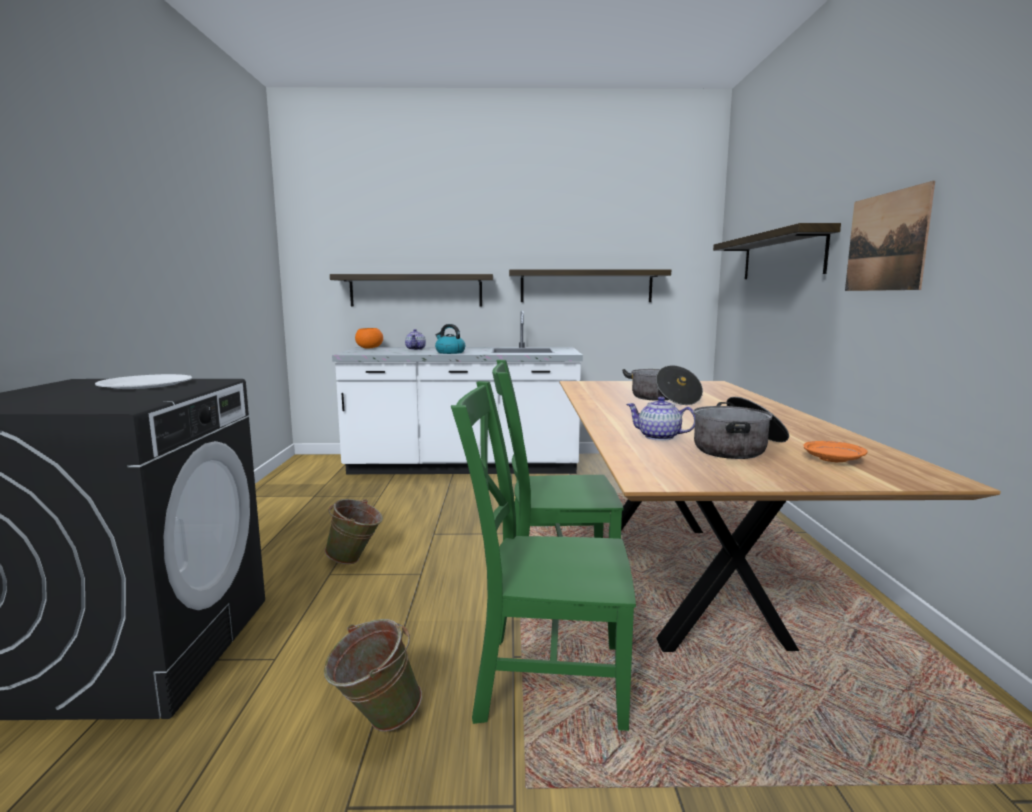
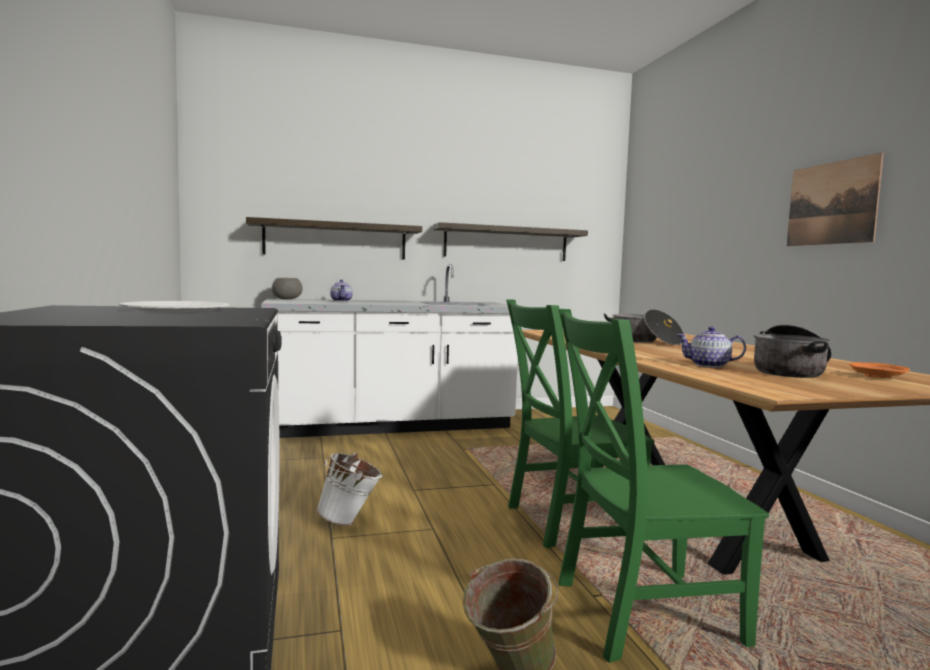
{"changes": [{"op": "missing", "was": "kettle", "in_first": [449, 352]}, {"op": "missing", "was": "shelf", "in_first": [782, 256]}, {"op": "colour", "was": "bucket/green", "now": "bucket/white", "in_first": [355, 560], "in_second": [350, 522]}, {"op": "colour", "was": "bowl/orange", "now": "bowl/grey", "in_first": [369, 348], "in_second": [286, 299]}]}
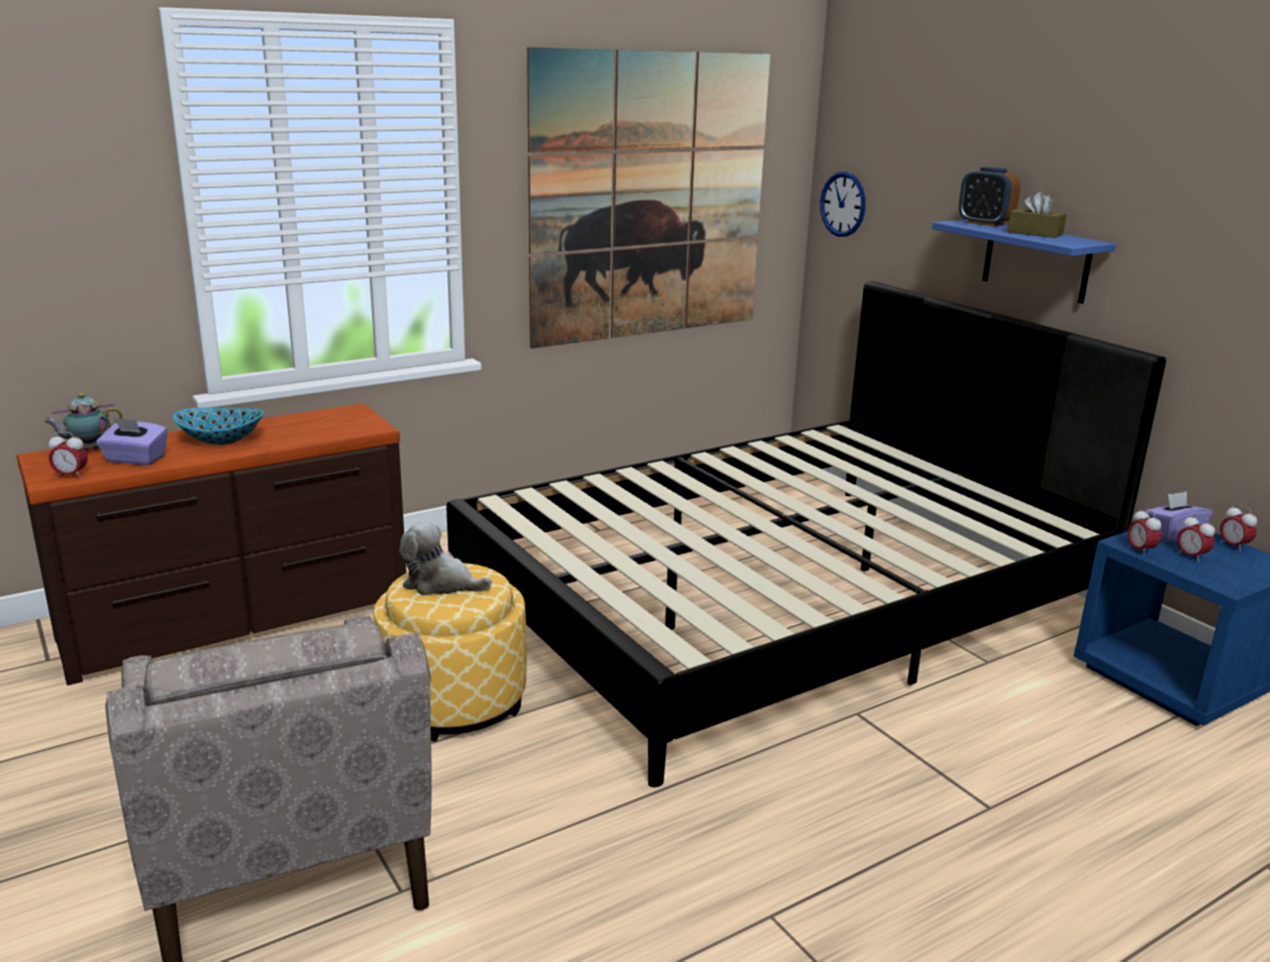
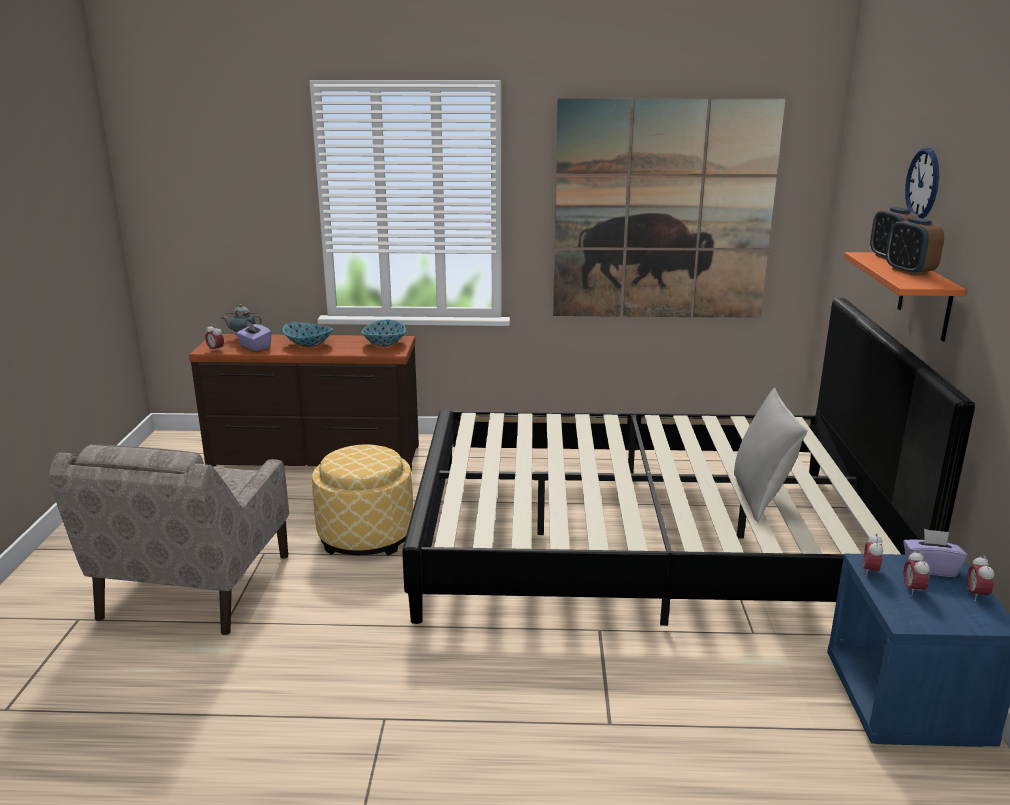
{"changes": [{"op": "missing", "was": "plush toy", "in_first": [440, 584]}, {"op": "appeared", "now": "bowl", "in_second": [385, 343]}, {"op": "appeared", "now": "pillow/grey", "in_second": [760, 497]}, {"op": "relocated", "was": "wall clock", "in_first": [843, 204], "in_second": [923, 183]}, {"op": "exchanged", "was": "tissue box/brown", "now": "alarm clock", "in_first": [1035, 233], "in_second": [909, 271]}, {"op": "colour", "was": "shelf/blue", "now": "shelf/orange", "in_first": [1036, 261], "in_second": [925, 297]}]}
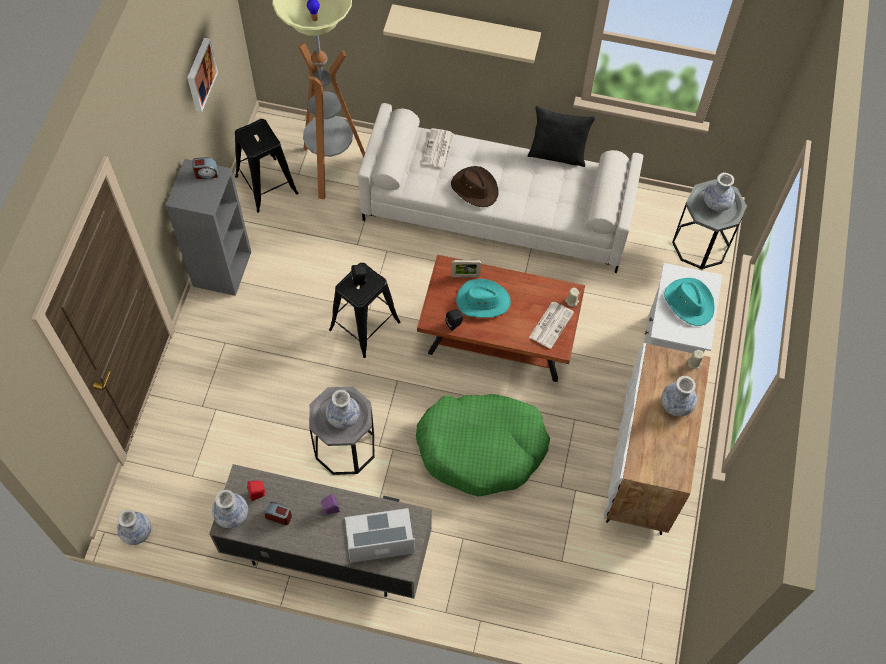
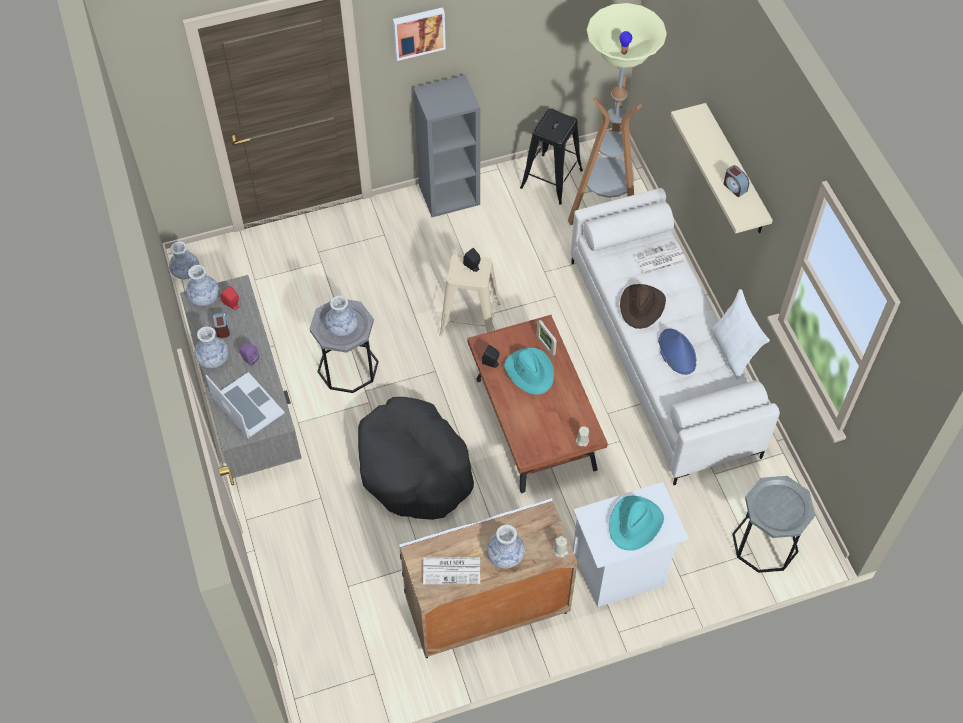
{"changes": [{"op": "appeared", "now": "hat/blue", "in_second": [676, 352]}, {"op": "relocated", "was": "picture", "in_first": [200, 74], "in_second": [418, 32]}, {"op": "relocated", "was": "alarm clock", "in_first": [206, 173], "in_second": [734, 187]}, {"op": "relocated", "was": "newspaper", "in_first": [551, 324], "in_second": [452, 570]}, {"op": "relocated", "was": "vase", "in_first": [716, 203], "in_second": [213, 359]}, {"op": "colour", "was": "stool/black", "now": "stool/beige", "in_first": [364, 326], "in_second": [469, 319]}, {"op": "colour", "was": "dog bed/green", "now": "dog bed/black", "in_first": [481, 448], "in_second": [415, 468]}, {"op": "colour", "was": "pillow/black", "now": "pillow/white", "in_first": [557, 154], "in_second": [733, 351]}]}
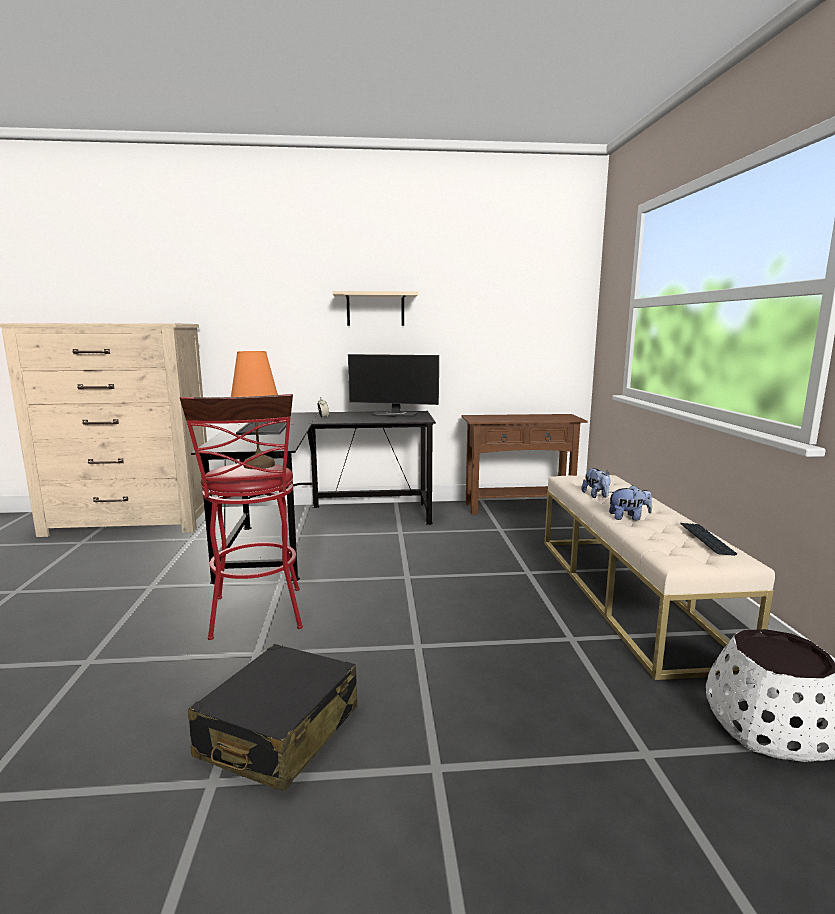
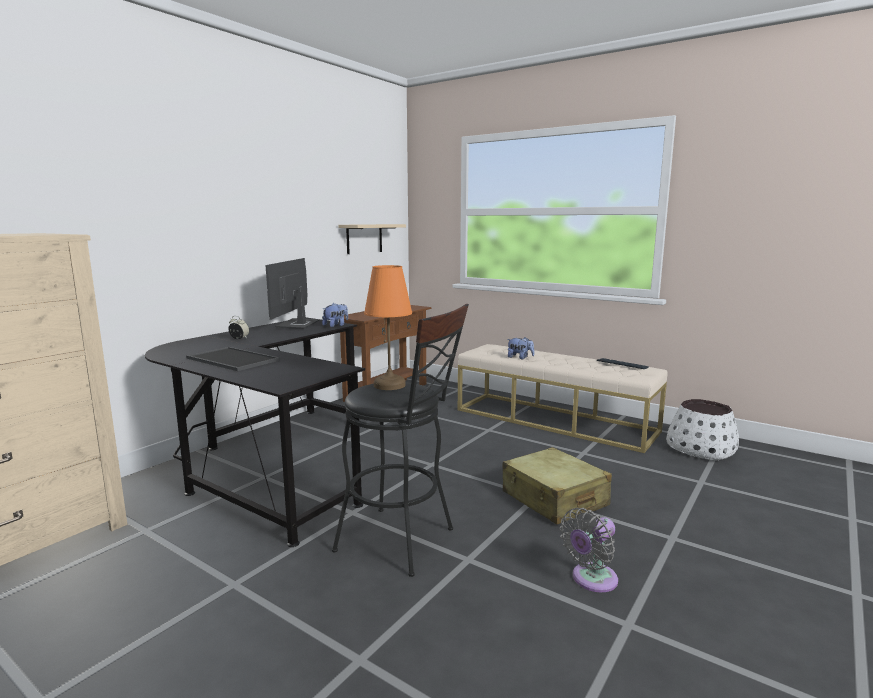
{"changes": [{"op": "appeared", "now": "suitcase/beige", "in_second": [554, 499]}, {"op": "relocated", "was": "shelf/beige", "in_first": [375, 309], "in_second": [364, 238]}, {"op": "relocated", "was": "plush toy", "in_first": [628, 518], "in_second": [336, 325]}, {"op": "exchanged", "was": "suitcase/black", "now": "fan/grey", "in_first": [279, 732], "in_second": [591, 580]}, {"op": "colour", "was": "stool/red", "now": "stool/black", "in_first": [257, 617], "in_second": [404, 542]}, {"op": "spun", "was": "monitor", "in_first": [396, 415], "in_second": [298, 324], "clockwise": 135}]}
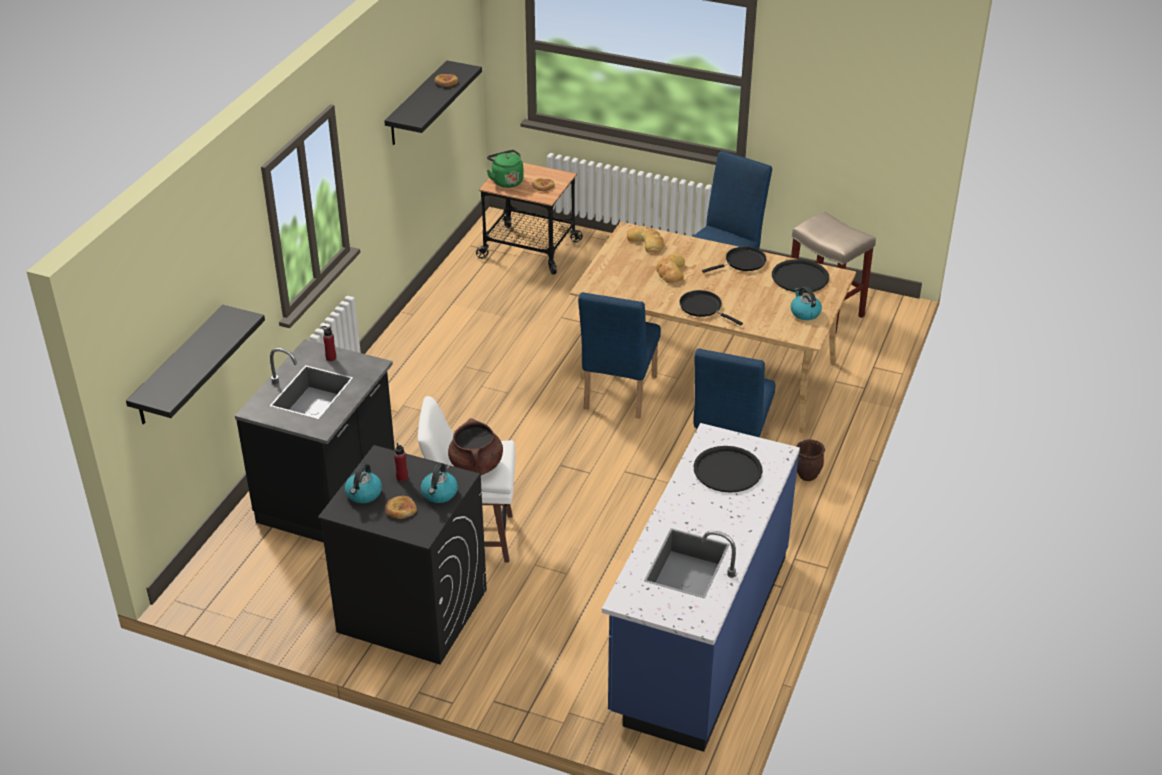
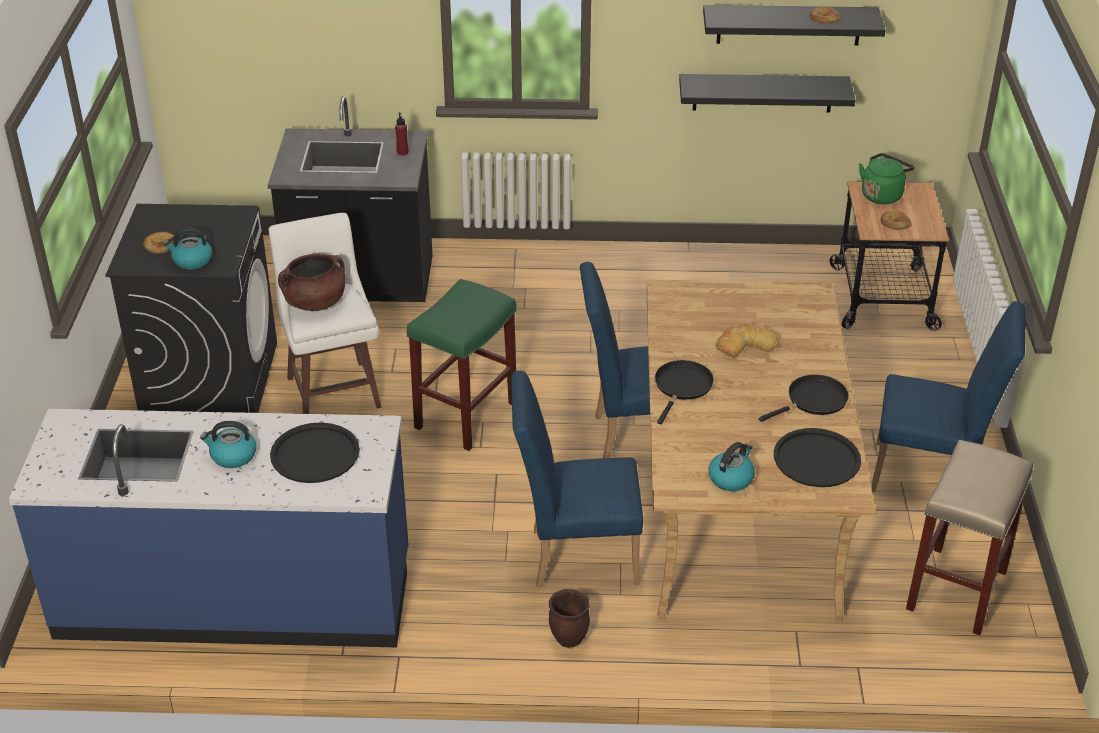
{"changes": [{"op": "missing", "was": "bottle/red", "in_first": [402, 477]}, {"op": "missing", "was": "bread", "in_first": [646, 242]}, {"op": "appeared", "now": "stool/green", "in_second": [466, 414]}, {"op": "relocated", "was": "shelf/black", "in_first": [179, 366], "in_second": [762, 93]}, {"op": "relocated", "was": "kettle", "in_first": [363, 494], "in_second": [232, 456]}, {"op": "spun", "was": "frying pan/black", "in_first": [742, 262], "in_second": [813, 400], "clockwise": -75}]}
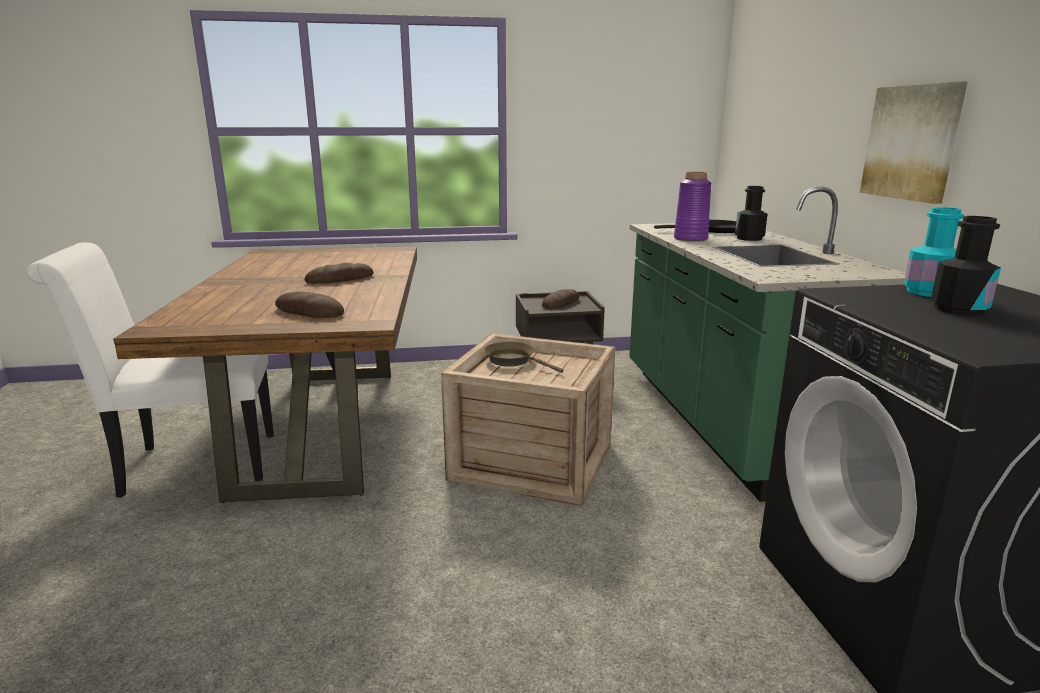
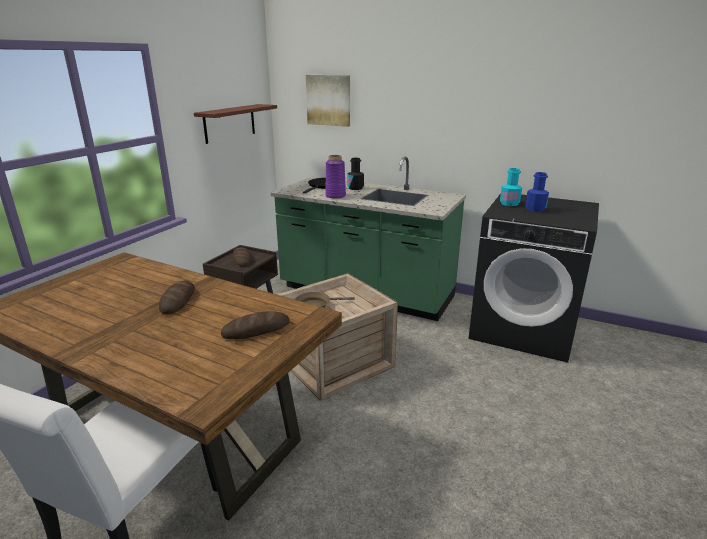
{"changes": [{"op": "appeared", "now": "shelf/brown", "in_second": [230, 123]}, {"op": "relocated", "was": "picture", "in_first": [912, 142], "in_second": [328, 100]}, {"op": "colour", "was": "bottle/black", "now": "bottle/blue", "in_first": [958, 309], "in_second": [535, 209]}]}
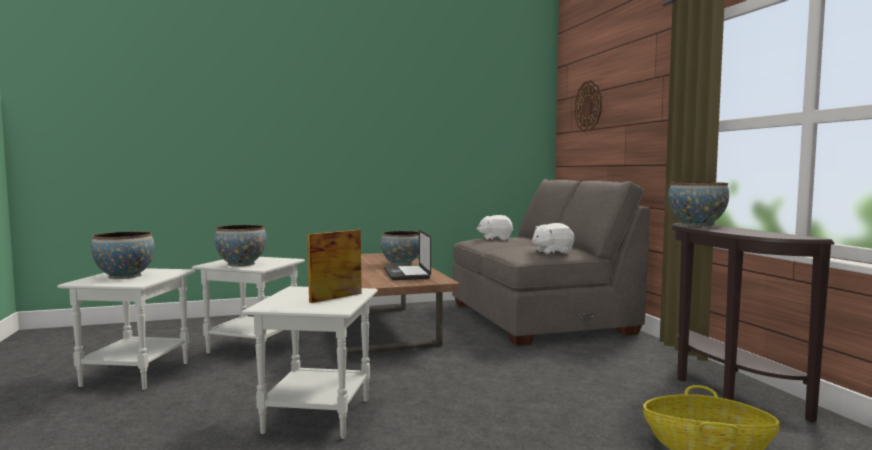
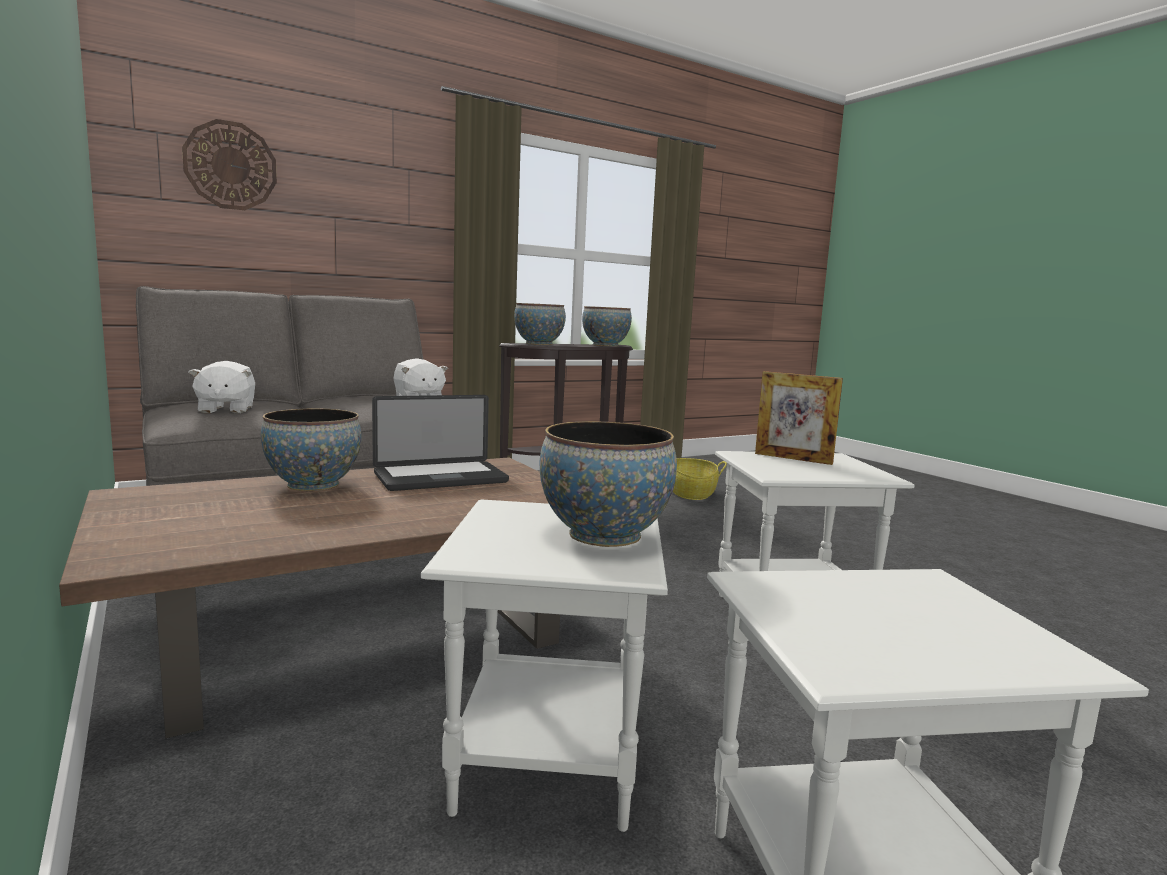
{"changes": [{"op": "relocated", "was": "bowl", "in_first": [125, 276], "in_second": [605, 345]}]}
